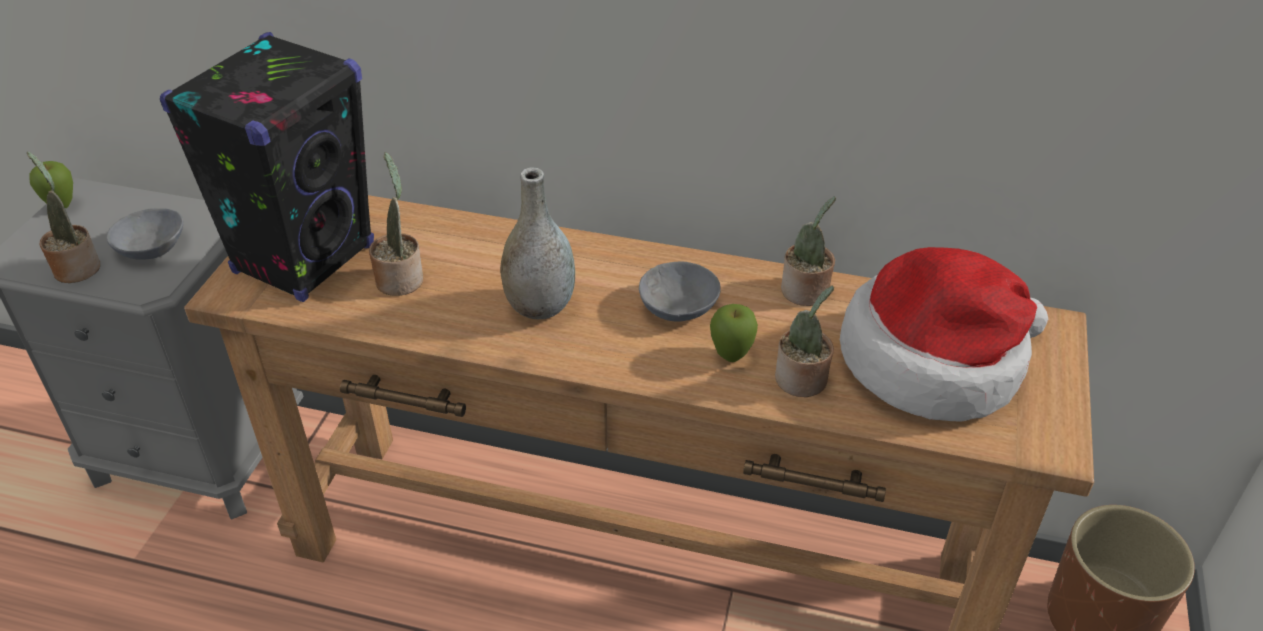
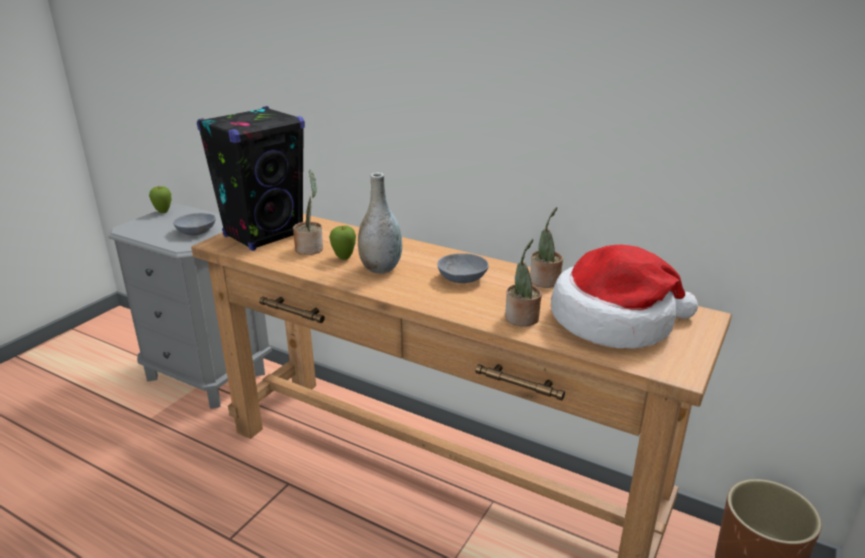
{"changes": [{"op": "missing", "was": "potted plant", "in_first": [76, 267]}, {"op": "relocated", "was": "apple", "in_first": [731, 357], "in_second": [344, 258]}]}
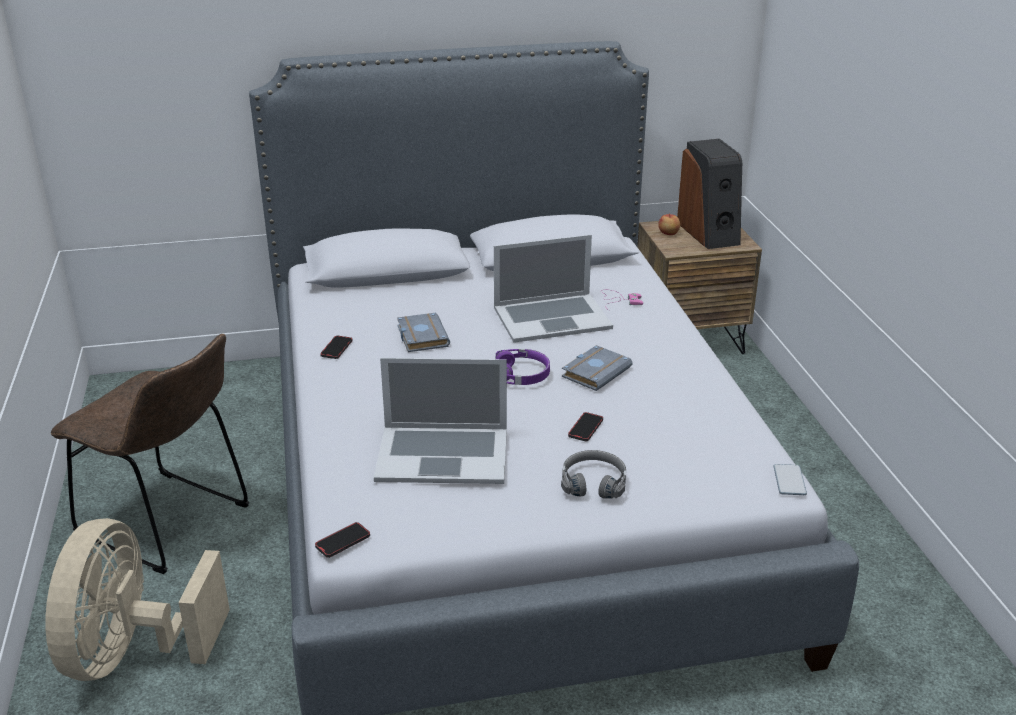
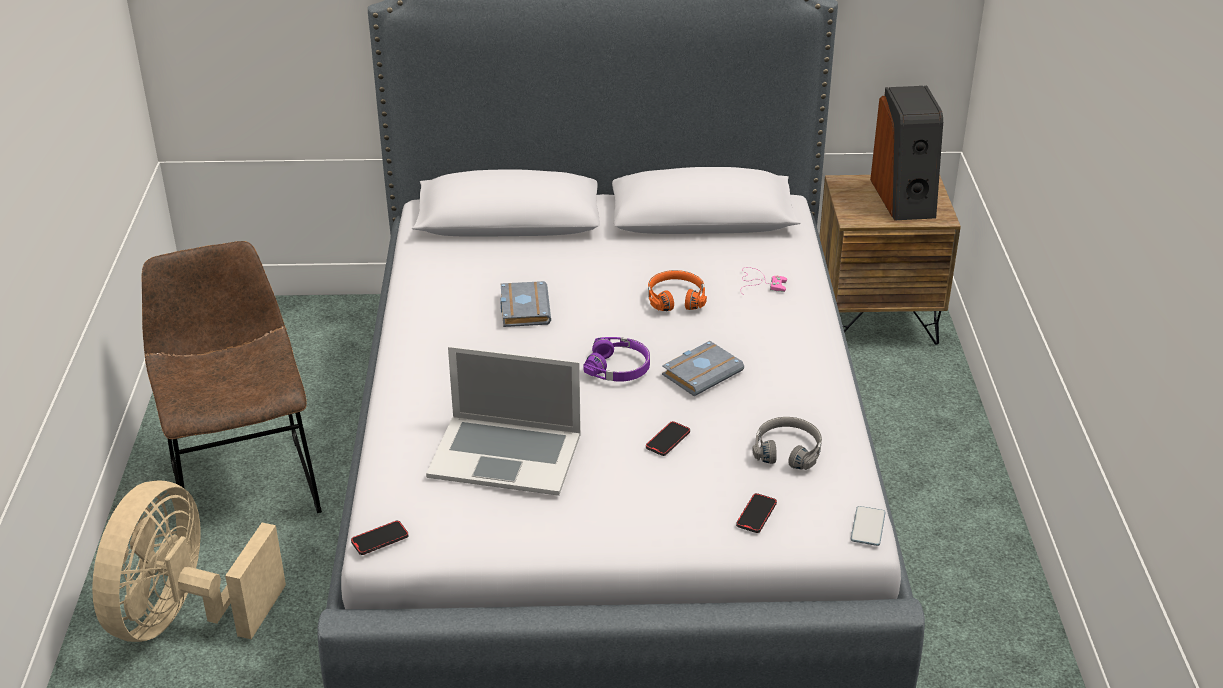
{"changes": [{"op": "missing", "was": "apple", "in_first": [668, 233]}, {"op": "relocated", "was": "phone", "in_first": [336, 349], "in_second": [756, 515]}, {"op": "relocated", "was": "headphones/grey", "in_first": [593, 482], "in_second": [787, 450]}, {"op": "exchanged", "was": "laptop", "now": "headphones/orange", "in_first": [552, 318], "in_second": [675, 298]}, {"op": "spun", "was": "chair/brown", "in_first": [170, 523], "in_second": [243, 482], "clockwise": -150}]}
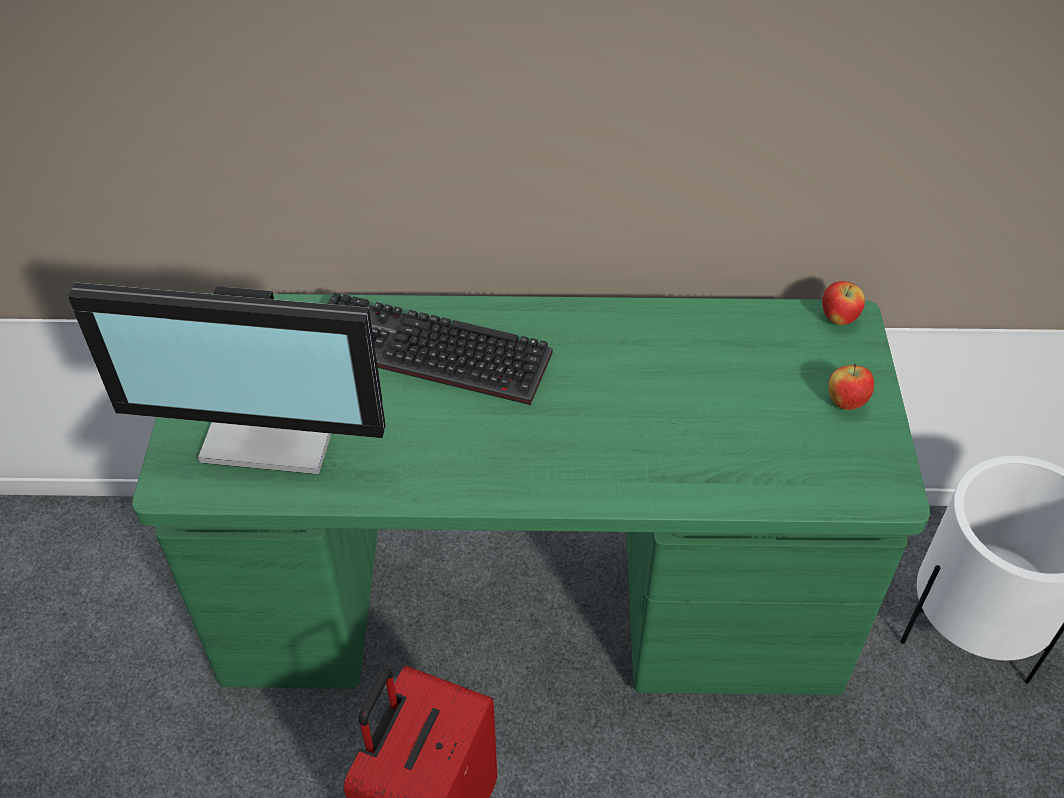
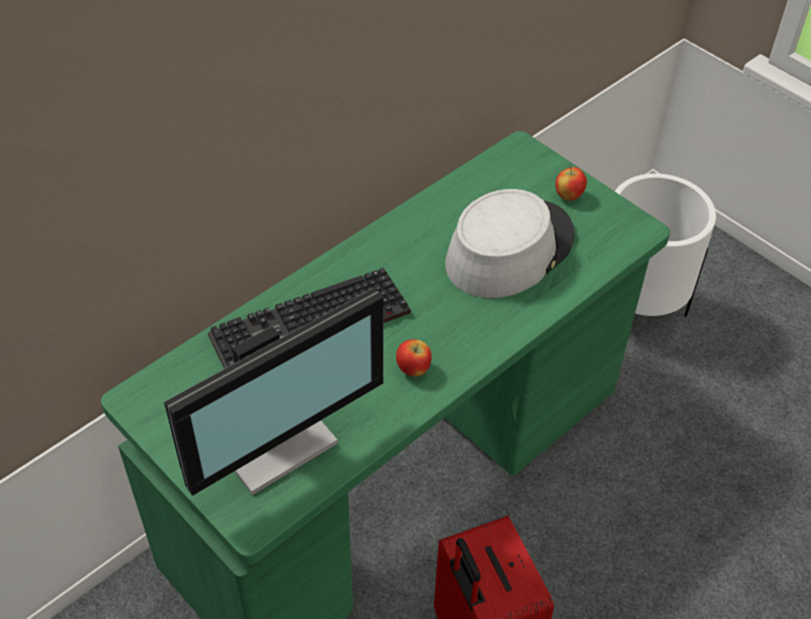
{"changes": [{"op": "appeared", "now": "hat/grey", "in_second": [509, 249]}, {"op": "relocated", "was": "apple", "in_first": [838, 319], "in_second": [413, 369]}]}
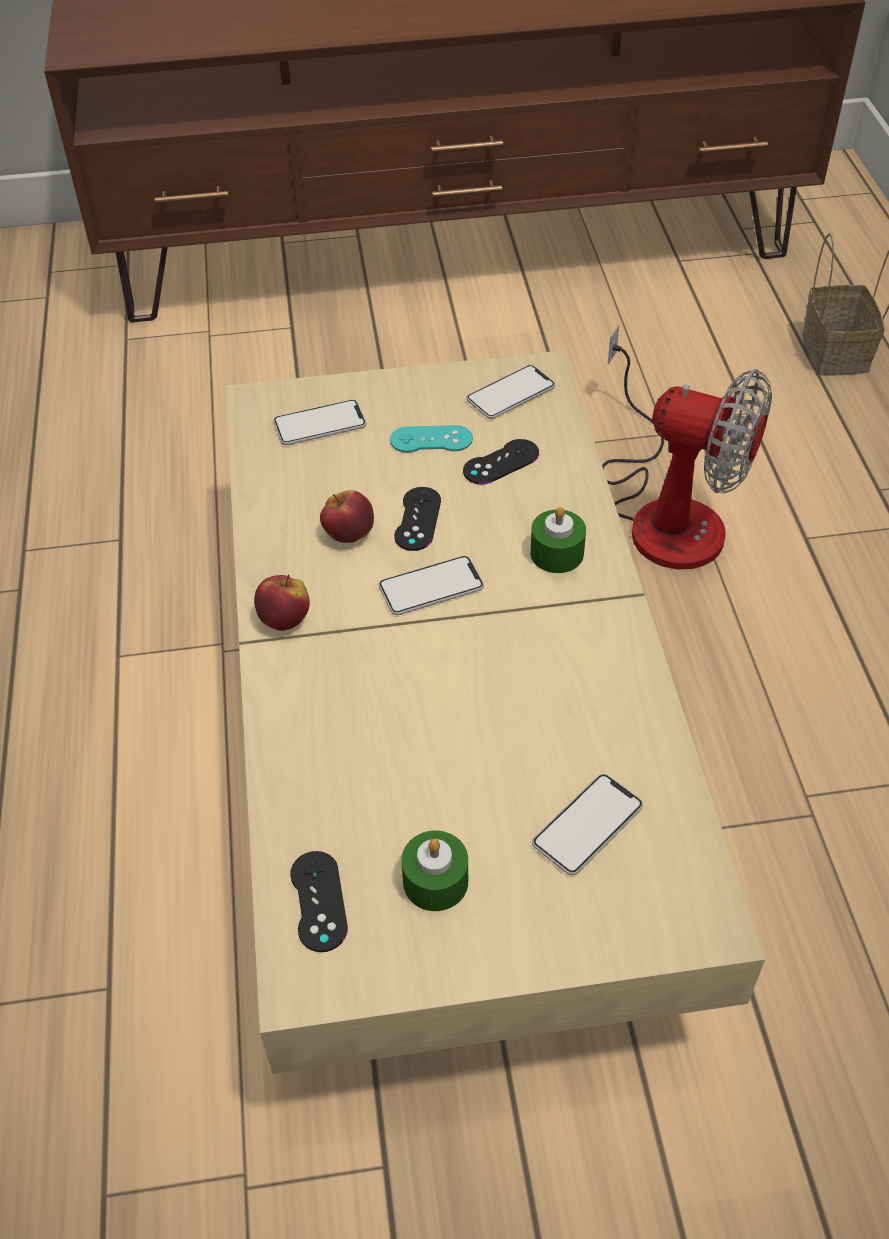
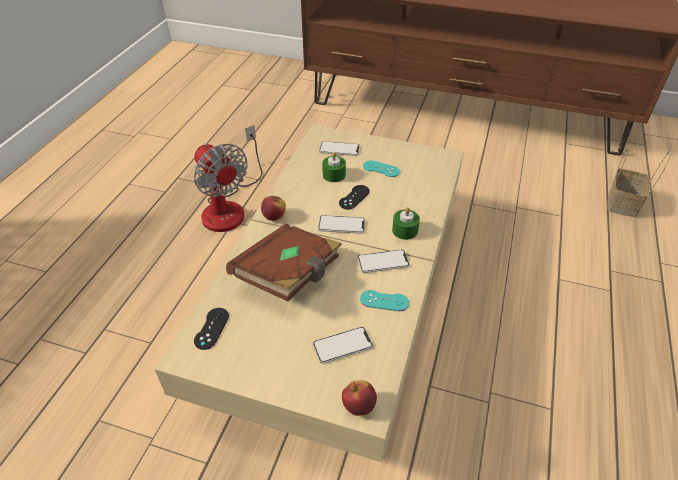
{"changes": [{"op": "missing", "was": "game controller/black", "in_first": [501, 462]}, {"op": "appeared", "now": "book/brown", "in_second": [290, 275]}, {"op": "appeared", "now": "game controller/turquoise", "in_second": [384, 301]}, {"op": "relocated", "was": "apple", "in_first": [349, 534], "in_second": [358, 406]}, {"op": "relocated", "was": "candle/green", "in_first": [435, 881], "in_second": [334, 175]}, {"op": "relocated", "was": "phone", "in_first": [510, 394], "in_second": [383, 262]}, {"op": "relocated", "was": "fan", "in_first": [666, 510], "in_second": [229, 206]}]}
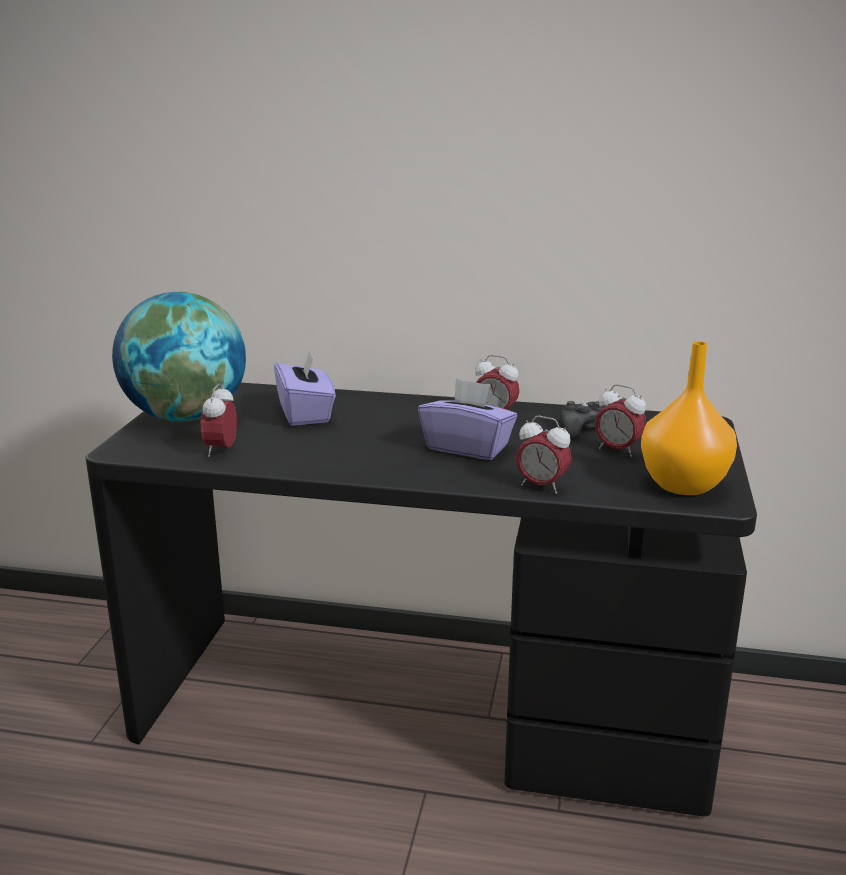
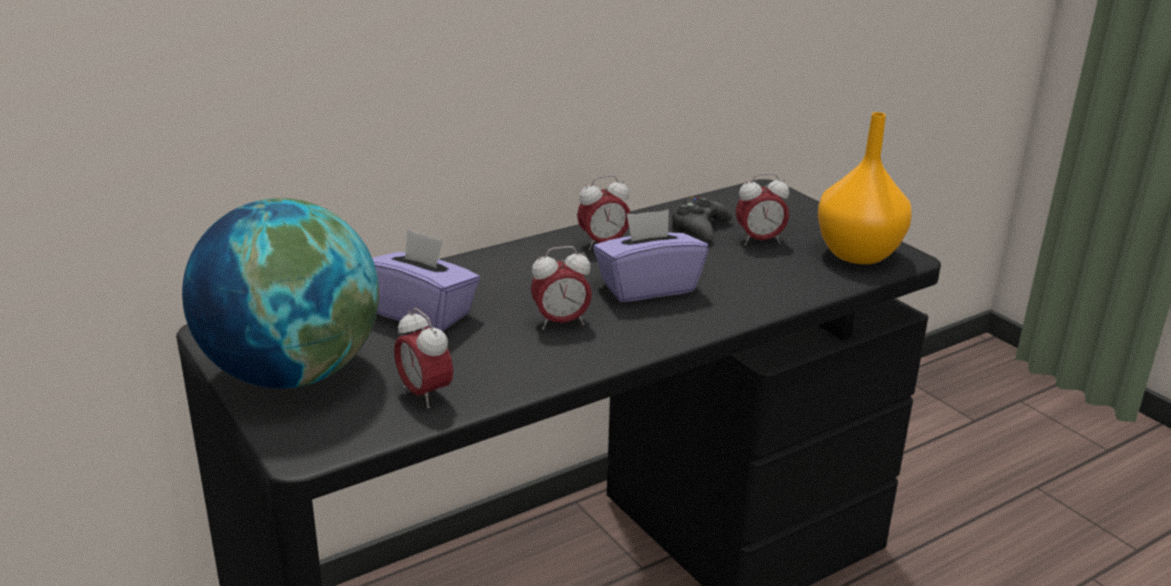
{"changes": [{"op": "relocated", "was": "alarm clock", "in_first": [541, 486], "in_second": [560, 322]}]}
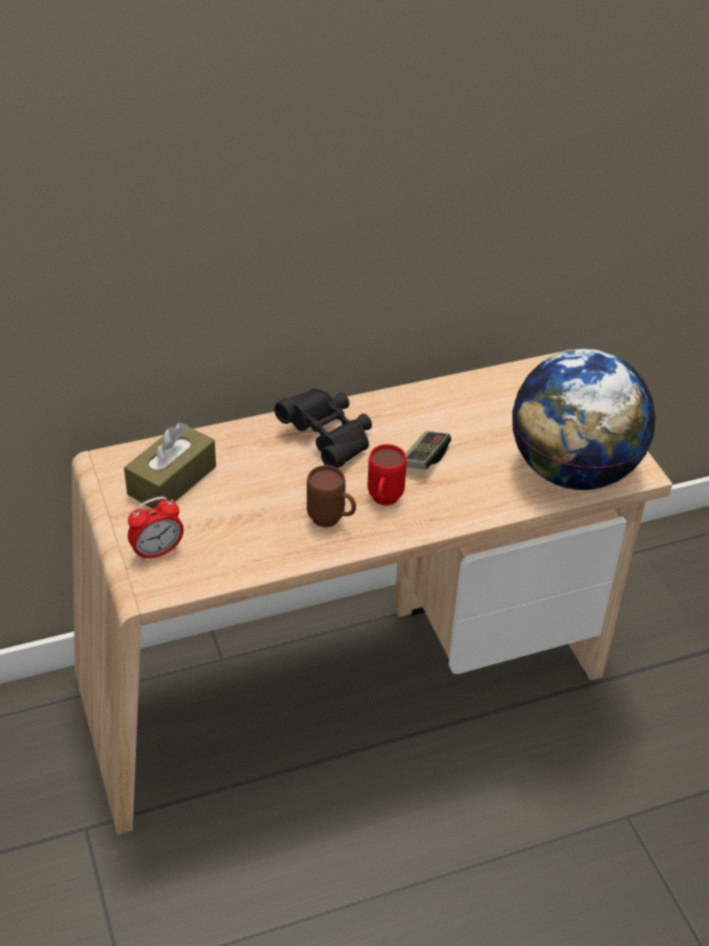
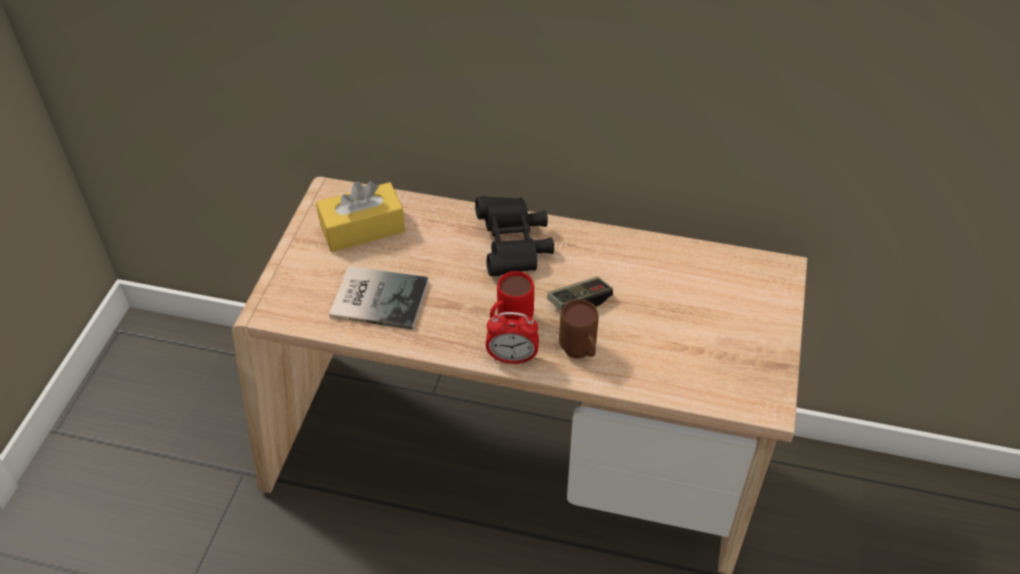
{"changes": [{"op": "missing", "was": "globe", "in_first": [572, 471]}, {"op": "appeared", "now": "book", "in_second": [378, 296]}, {"op": "relocated", "was": "alarm clock", "in_first": [157, 552], "in_second": [512, 358]}, {"op": "relocated", "was": "mug/brown", "in_first": [332, 522], "in_second": [580, 354]}, {"op": "colour", "was": "tissue box/brown", "now": "tissue box/yellow", "in_first": [172, 480], "in_second": [362, 228]}]}
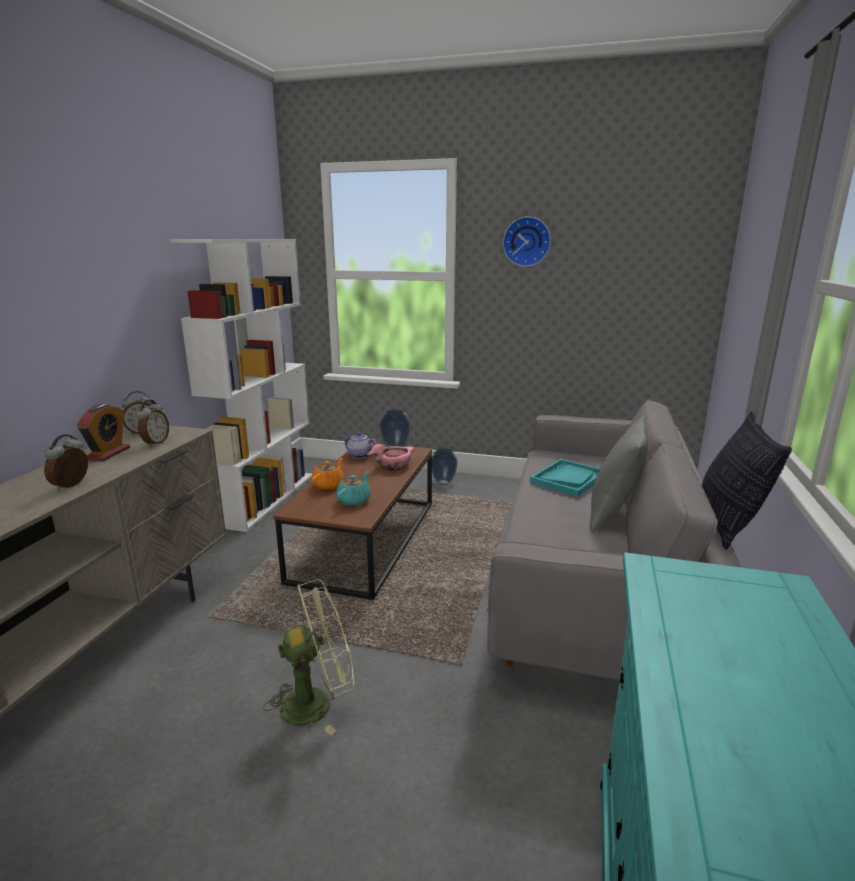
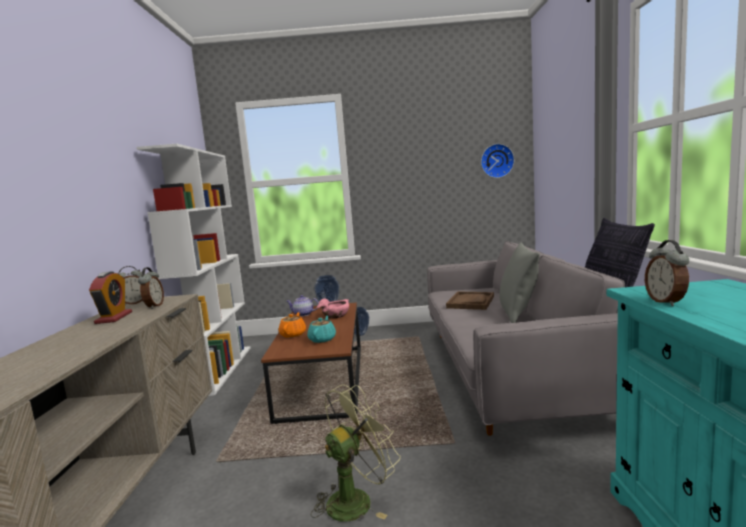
{"changes": [{"op": "relocated", "was": "alarm clock", "in_first": [72, 486], "in_second": [666, 302]}, {"op": "relocated", "was": "wall clock", "in_first": [527, 241], "in_second": [496, 161]}, {"op": "colour", "was": "tray/turquoise", "now": "tray/brown", "in_first": [568, 479], "in_second": [470, 302]}]}
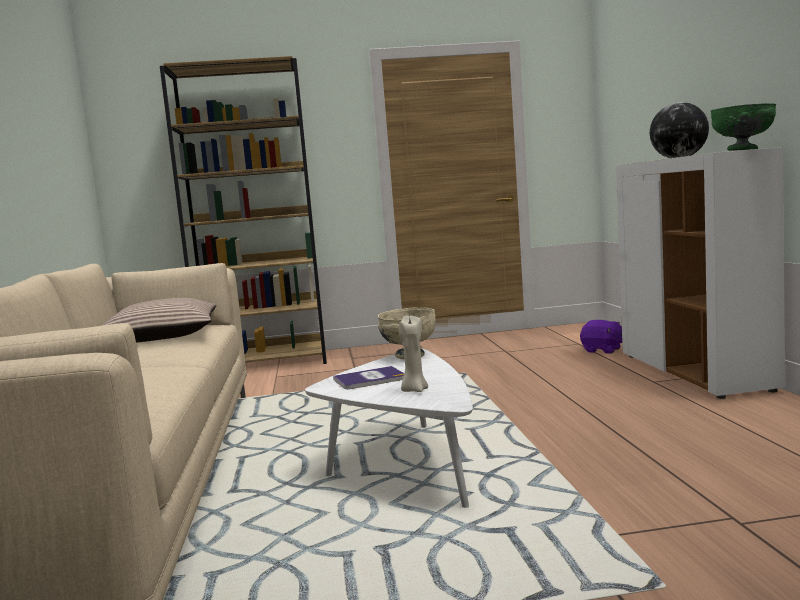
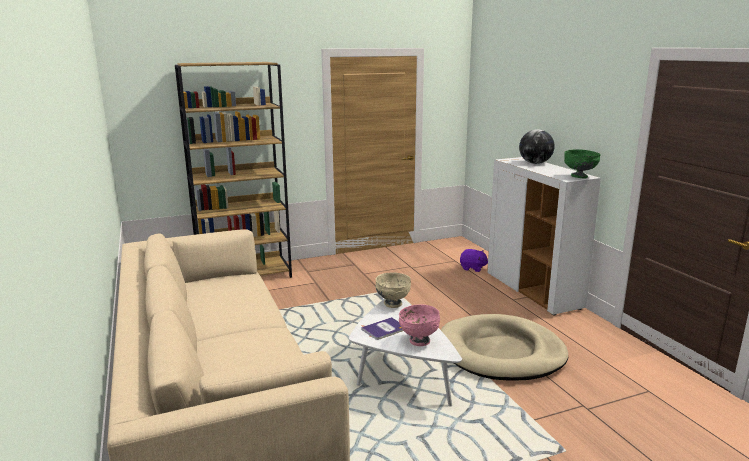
{"changes": [{"op": "missing", "was": "pillow", "in_first": [161, 336]}, {"op": "appeared", "now": "dog bed/beige", "in_second": [501, 352]}, {"op": "exchanged", "was": "candle/beige", "now": "bowl/pink", "in_first": [414, 390], "in_second": [419, 341]}]}
